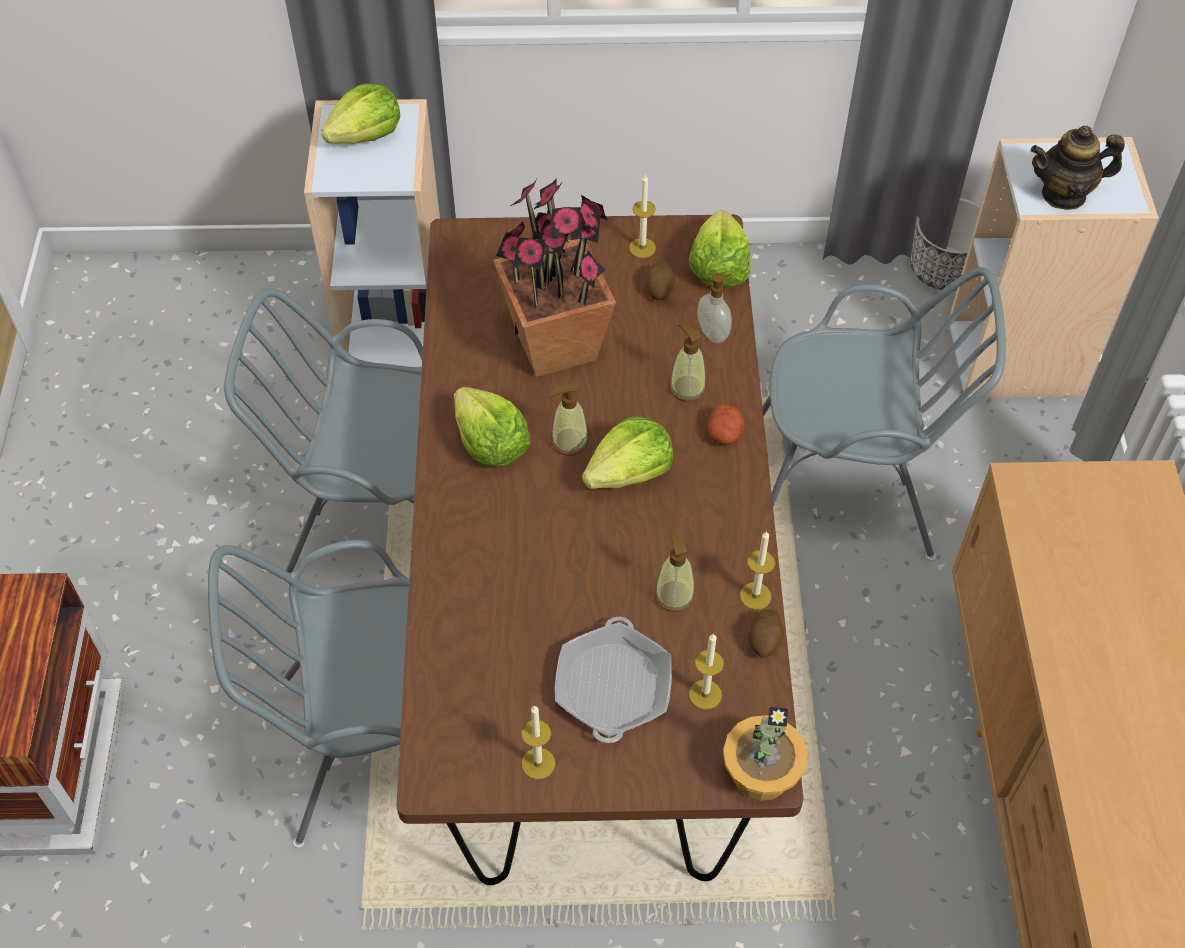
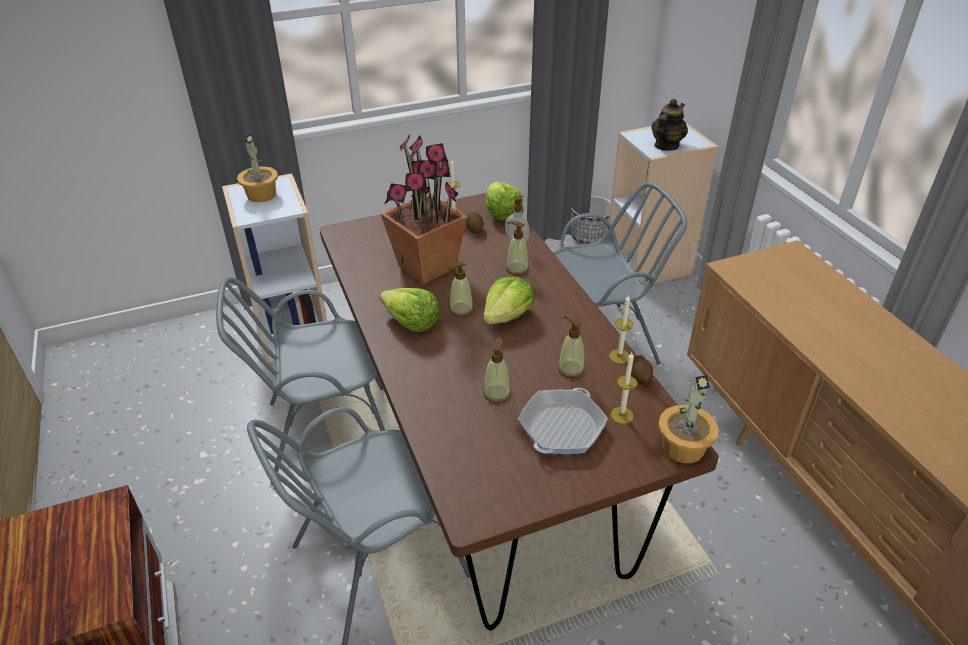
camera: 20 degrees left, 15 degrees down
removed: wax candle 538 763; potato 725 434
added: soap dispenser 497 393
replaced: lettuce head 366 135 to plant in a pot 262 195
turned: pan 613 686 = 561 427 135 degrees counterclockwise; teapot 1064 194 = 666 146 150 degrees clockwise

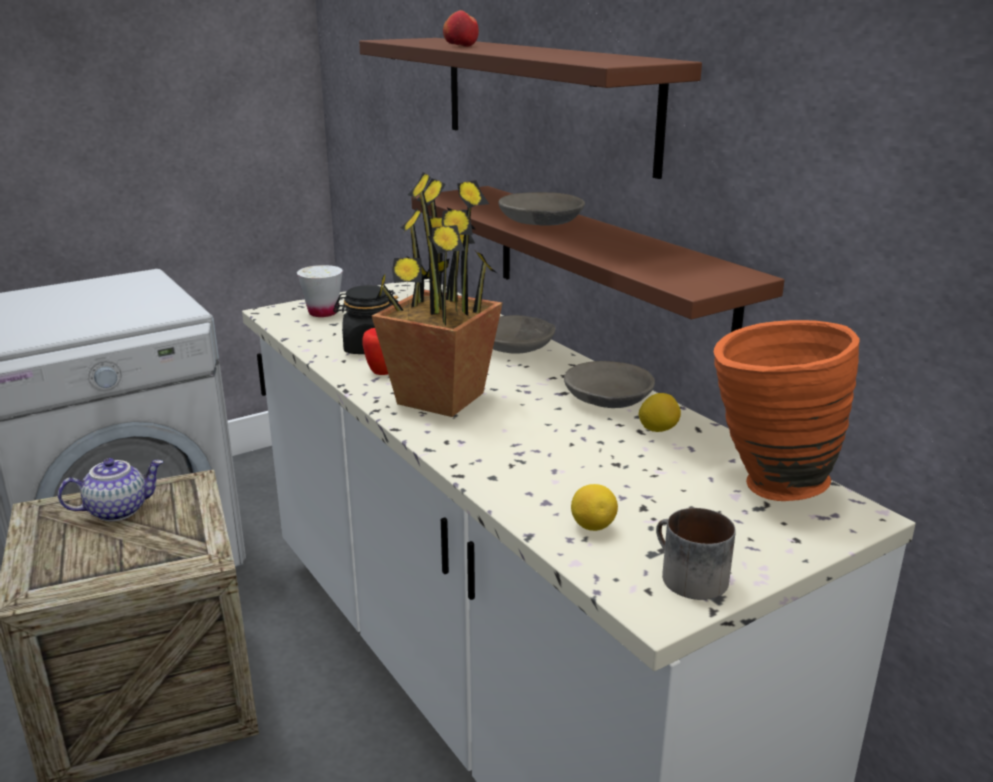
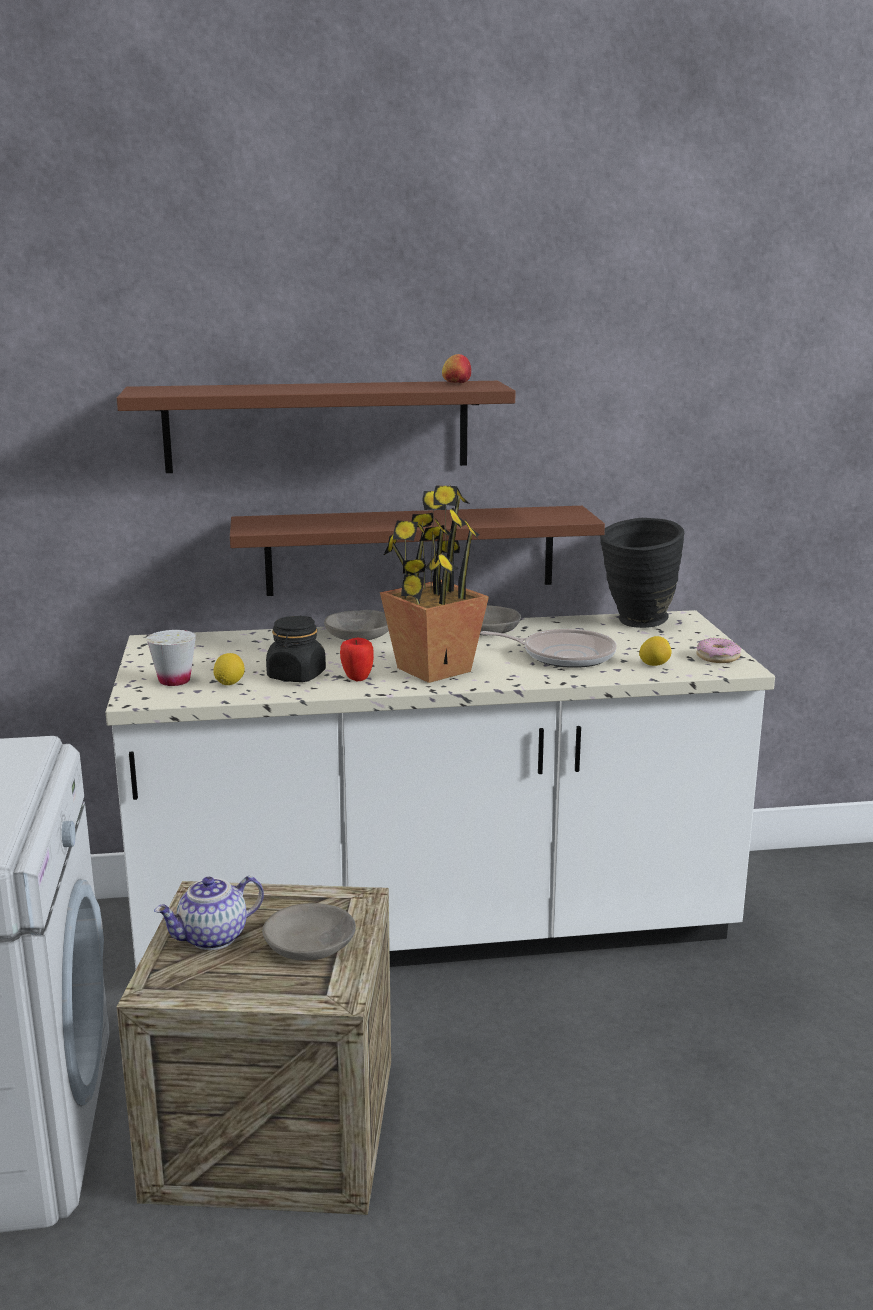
camera: 65 degrees left, 5 degrees down
added: pan 563 655
moved: whole lemon 658 429 to 229 683; deep dish/gray 541 221 to 311 945; apple 460 46 to 456 383
replaced: mug 686 576 to donut 718 657
recoloured: vase/orangey 765 484 to vase/blackish 637 624
turned: teapot 118 510 = 213 938 120 degrees counterclockwise

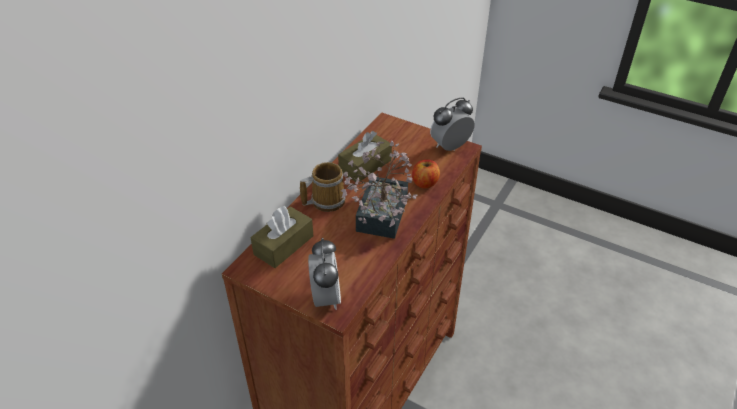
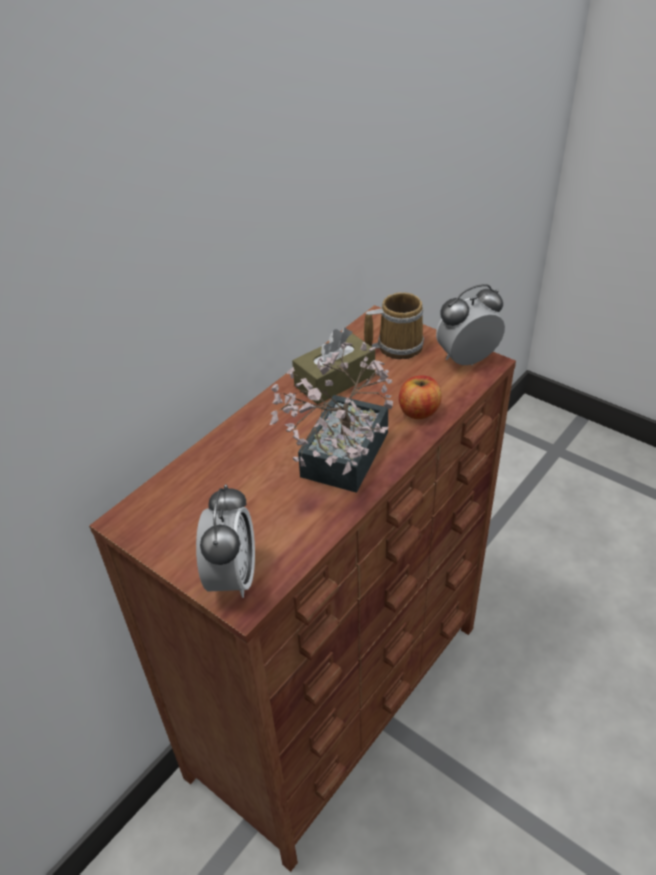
camera: 10 degrees right, 0 degrees up
removed: box of tissues/brownish 283 245
moved: mug 325 200 to 396 346

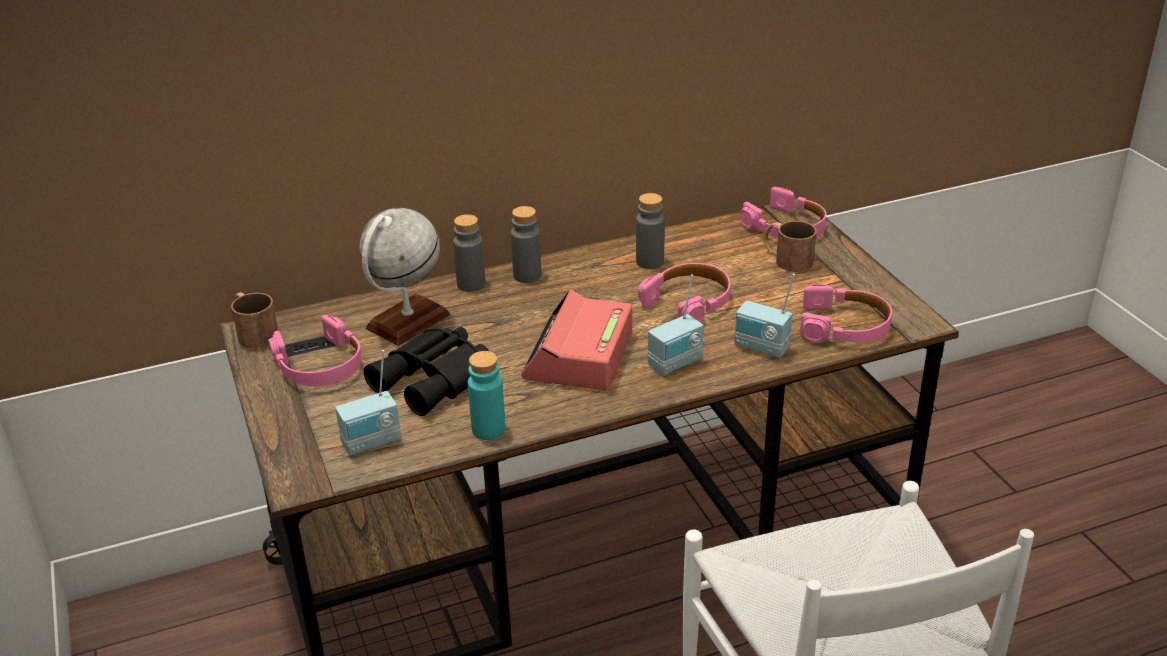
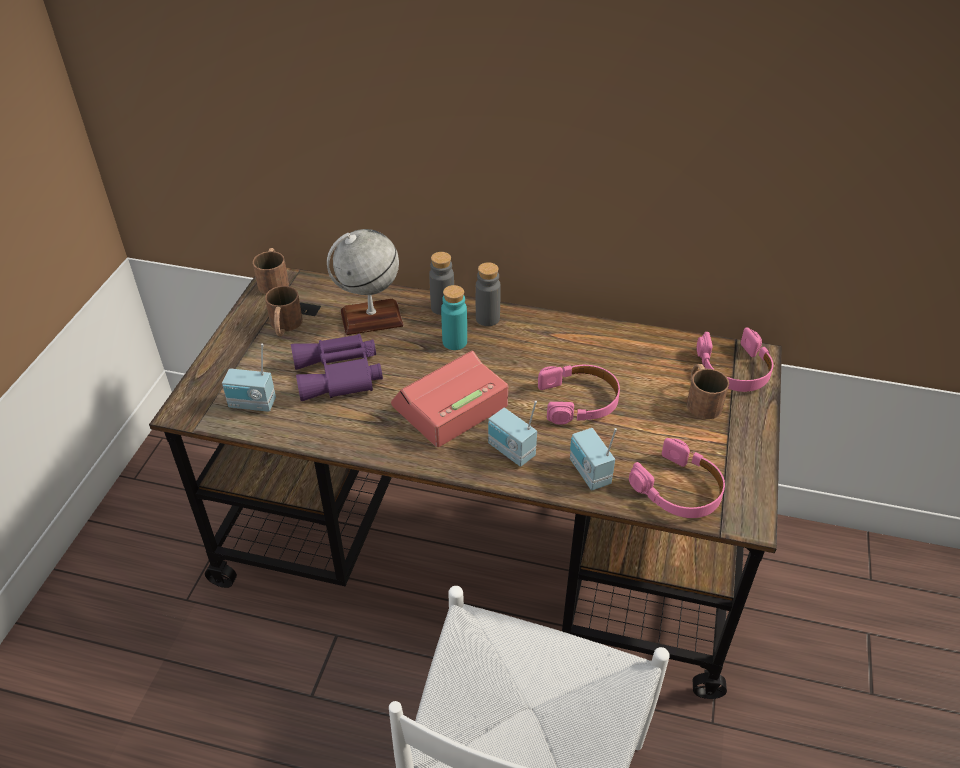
camera: 35 degrees right, 10 degrees up
removed: bottle/gray 650 262
moved: bottle/blue-green 488 429 to 454 342
replaced: headset/pinkish 320 365 to mug/brownish 284 326
recoloured: binoculars/blackish 436 379 to binoculars/purplish 339 375
turned: radio 676 364 = 510 451 45 degrees clockwise

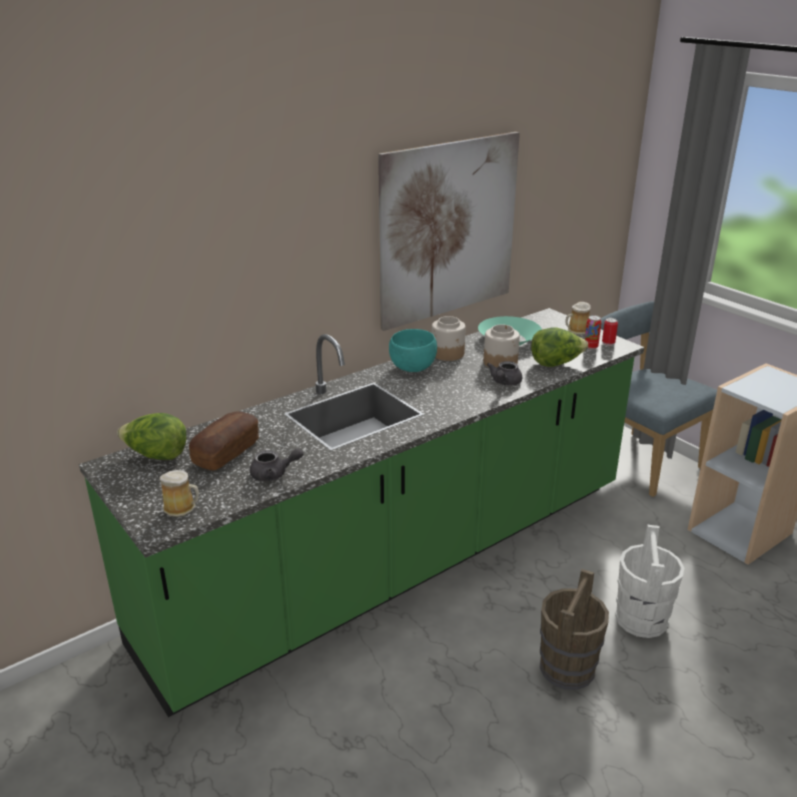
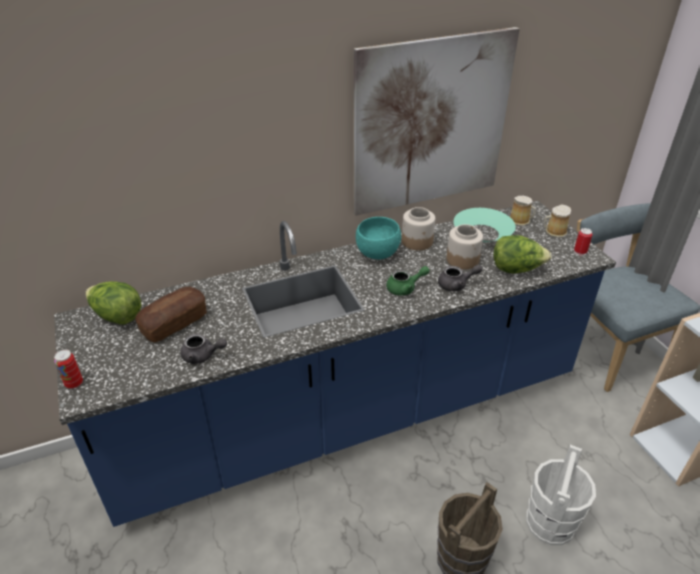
camera: 15 degrees right, 10 degrees up
added: teapot/green 405 288
moved: metal can 591 347 to 74 383; mug 181 507 to 520 220
recoloured: counter/green 398 563 to counter/blue-coloured 350 415
turned: teapot/gray 504 383 = 456 285 135 degrees counterclockwise

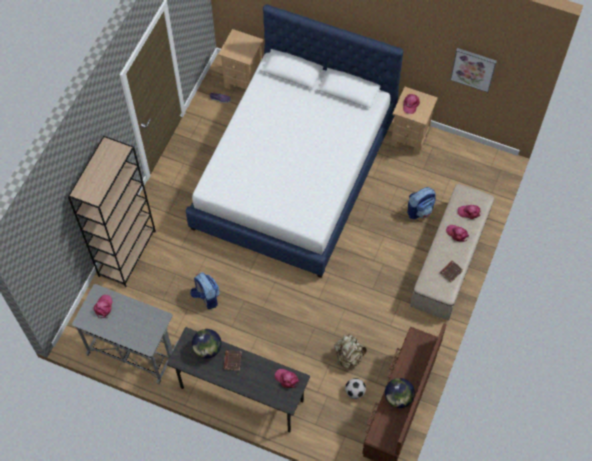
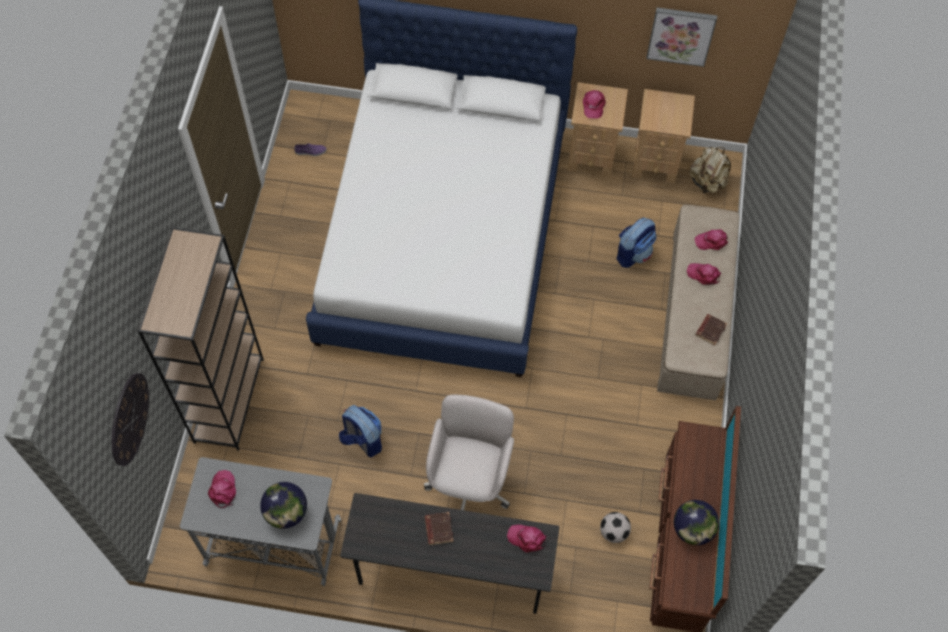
camera: 15 degrees left, 0 degrees up
added: hanging clock 129 419; computer chair/white-coloured 469 485
moved: world globe 207 349 to 286 513; bedside table/beige-coloured 243 81 to 655 163; backpack/beige-coloured 348 356 to 707 182

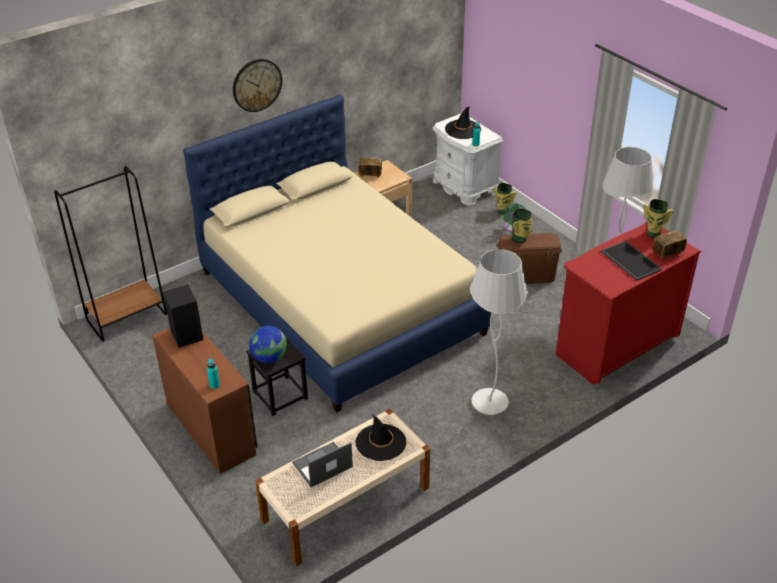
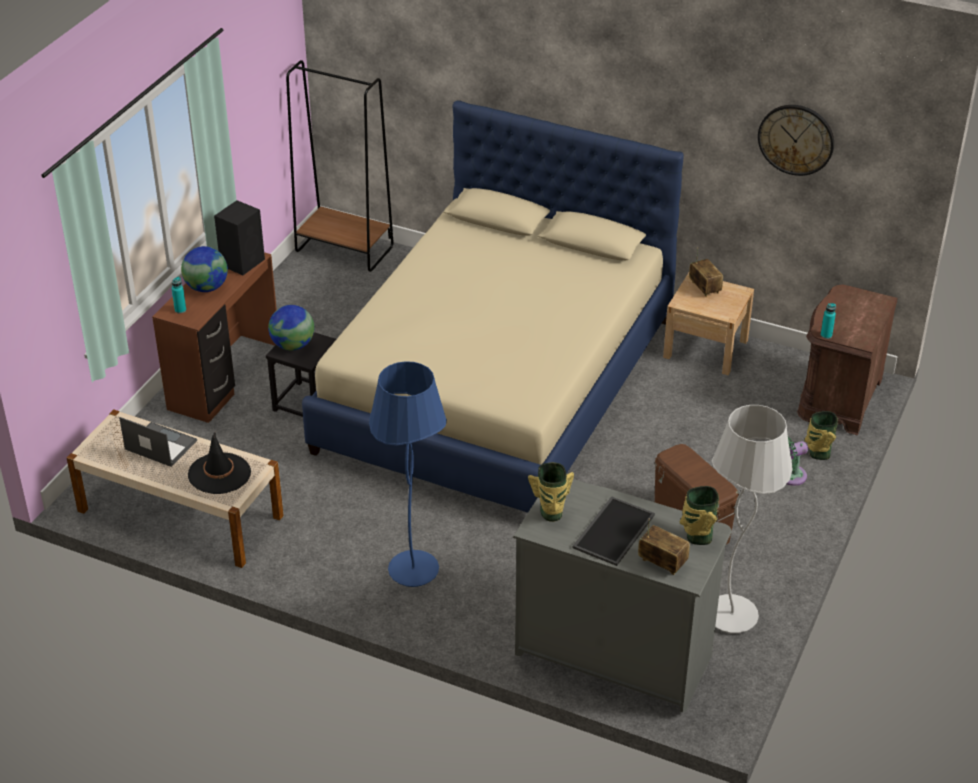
camera: 60 degrees right, 0 degrees up
removed: hat/blackish 463 129
added: world globe 206 287
moved: vase 520 239 to 551 514; hanging clock 257 85 to 796 139
recoloured: standing lamp/white-coloured 489 403 to standing lamp/blue-coloured 413 571; drawer chest/red-coloured 615 346 to drawer chest/gray 614 656; bedside table/white-coloured 463 187 to bedside table/brownish 837 398

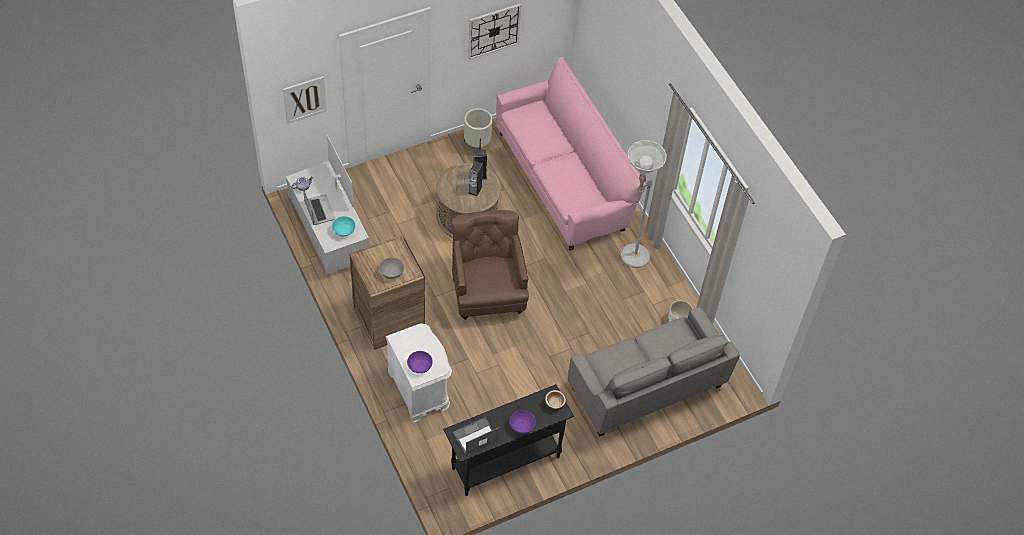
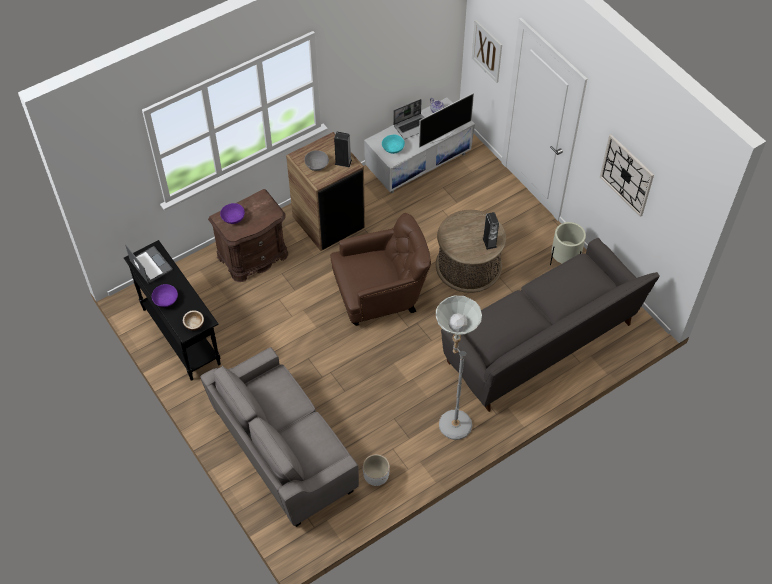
camera: 85 degrees right, 0 degrees up
moved: speaker 475 189 to 343 162
recoloured: bedside table/white-coloured 420 388 to bedside table/brownish 255 257; sofa/pinkish 562 181 to sofa/gray 540 344

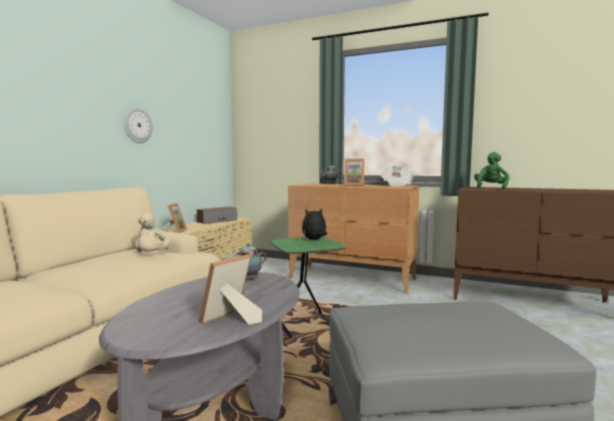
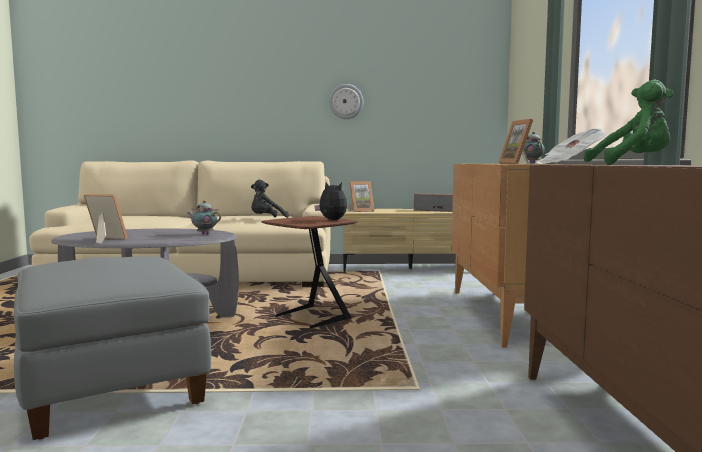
camera: 65 degrees right, 0 degrees up
recoloured: plush toy/beige-coloured 151 255 to plush toy/blackish 266 219; end table/green 306 326 to end table/brownish 311 318

